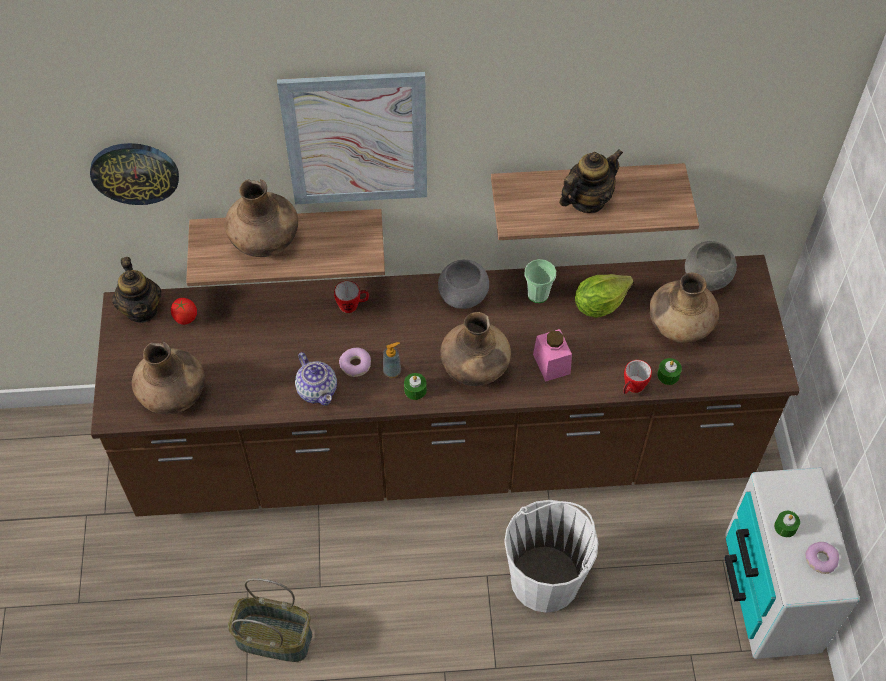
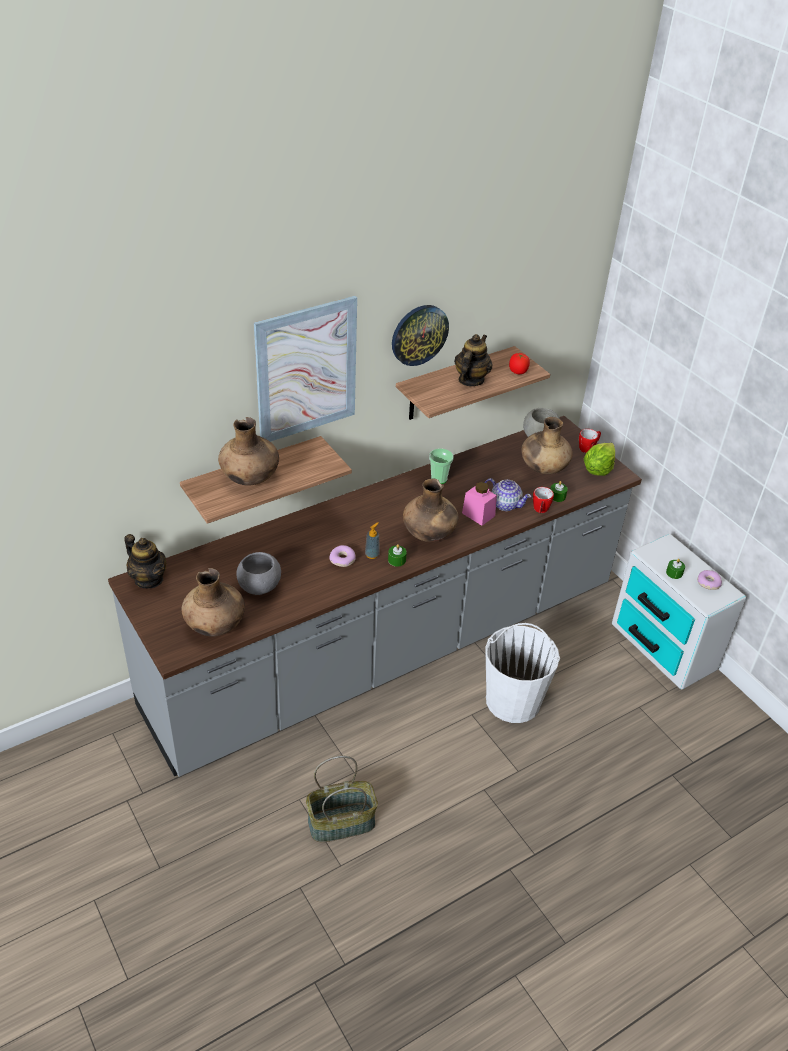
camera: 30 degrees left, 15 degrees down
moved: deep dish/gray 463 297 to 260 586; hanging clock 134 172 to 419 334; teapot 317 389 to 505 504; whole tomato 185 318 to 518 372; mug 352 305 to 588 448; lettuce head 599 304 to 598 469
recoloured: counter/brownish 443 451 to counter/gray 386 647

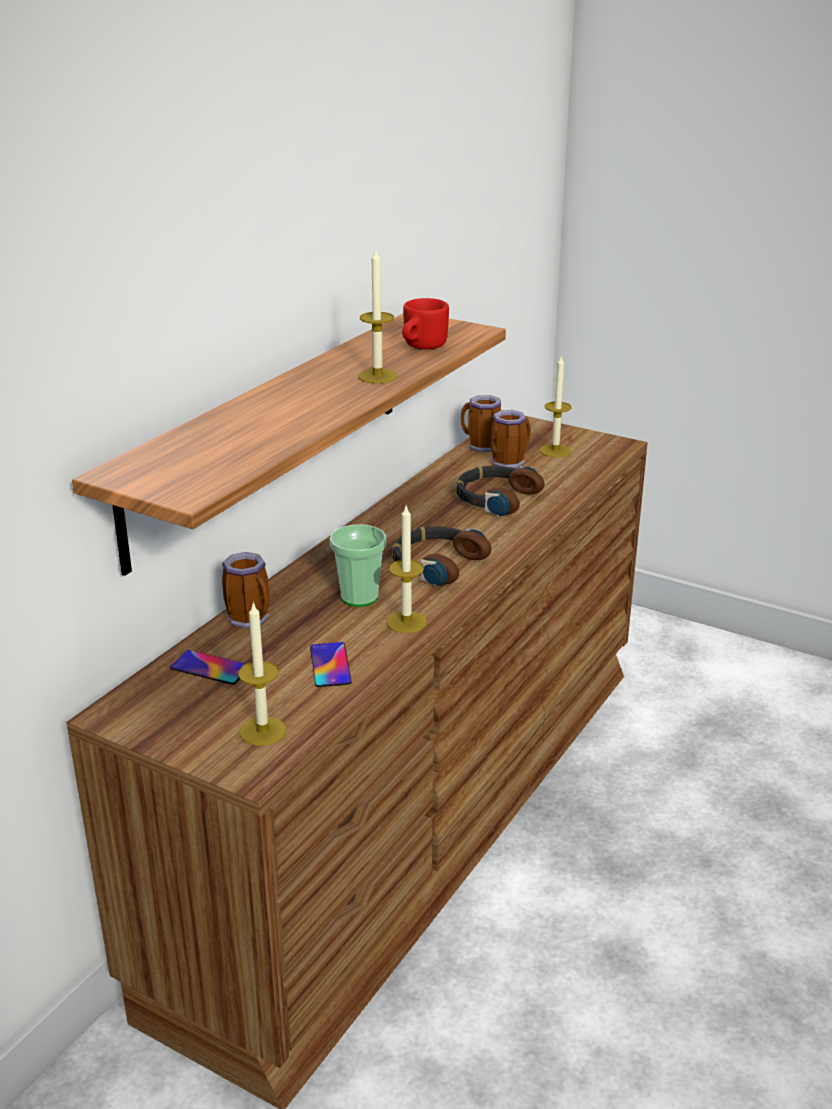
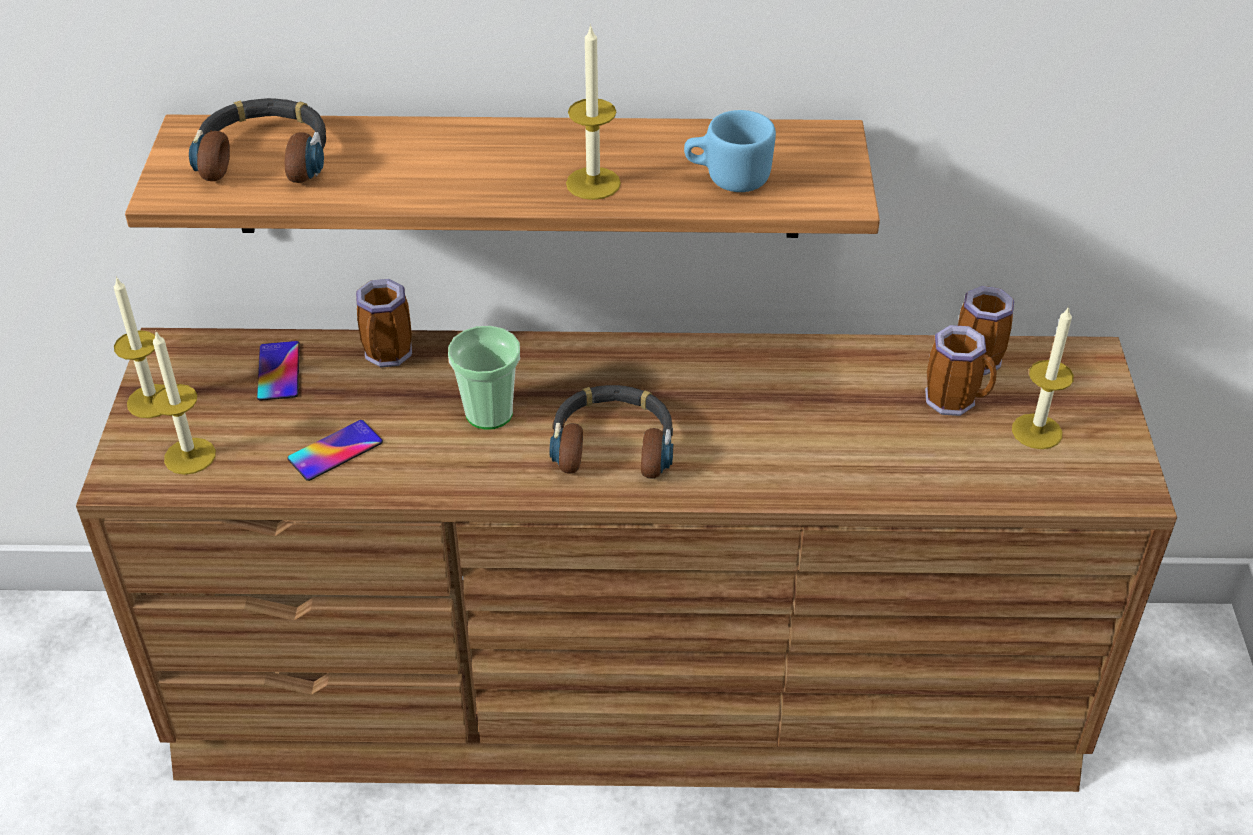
camera: 60 degrees right, 15 degrees up
moved: wax candle 406 622 to 152 401; headset 495 498 to 265 156
recoloured: mug/red-coloured 421 347 to mug/blue-coloured 727 178

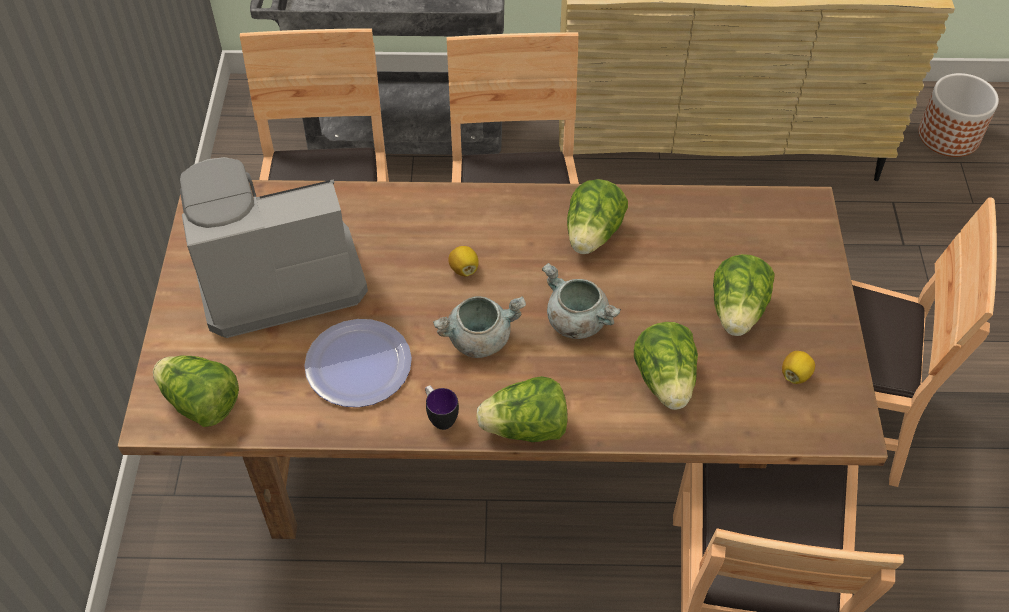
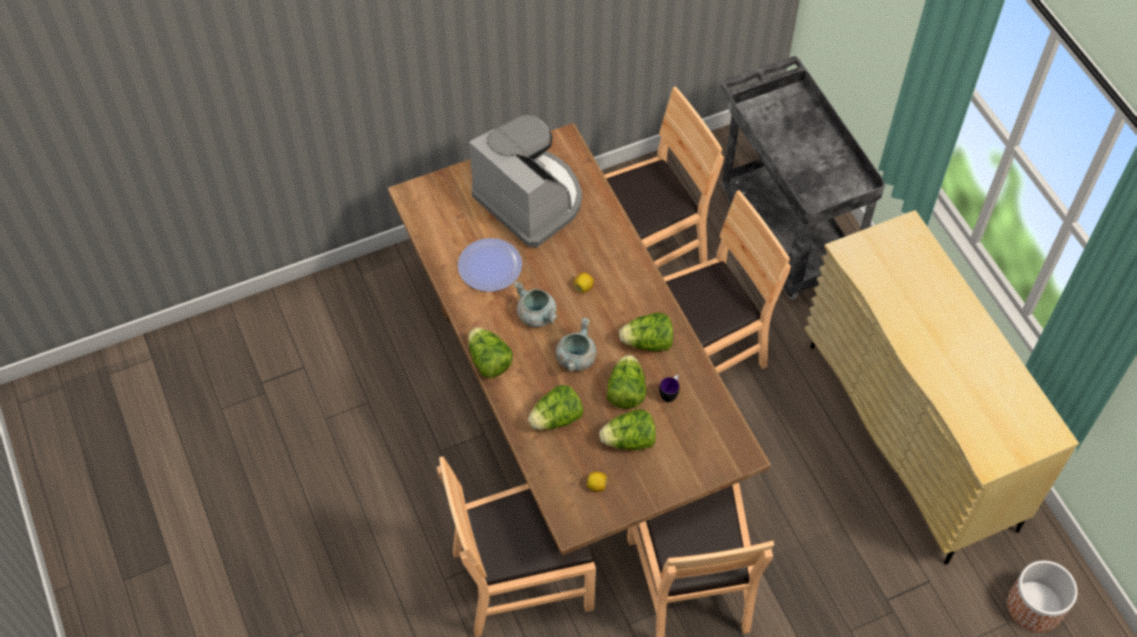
camera: 65 degrees right, 5 degrees up
moved: lettuce head 201 403 to 626 391; mug 440 417 to 670 394

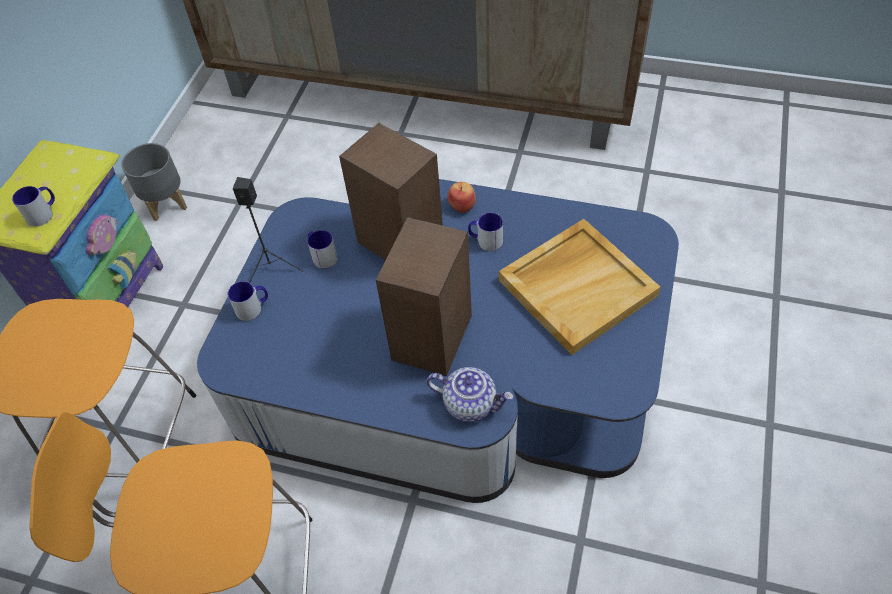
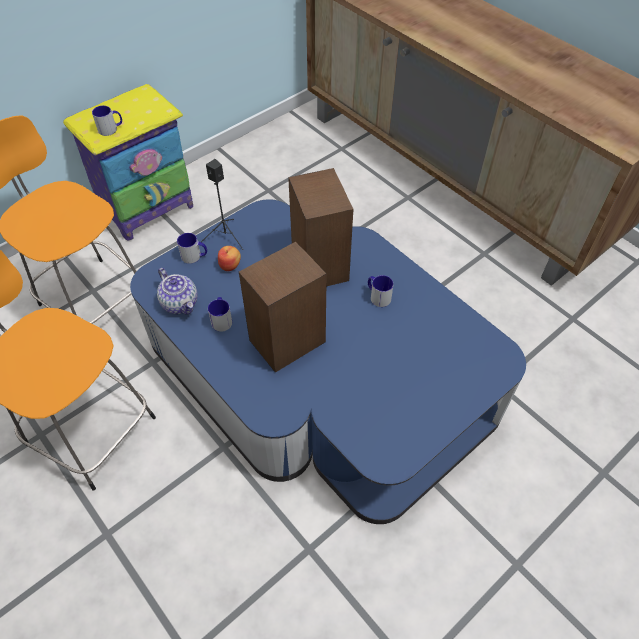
camera: 30 degrees right, 0 degrees up
removed: plant pot/gray 166 203; carrying tray/beige-coloured 577 287
moved: teapot 470 403 to 180 303; mug 322 256 to 221 319; apple 462 205 to 230 265

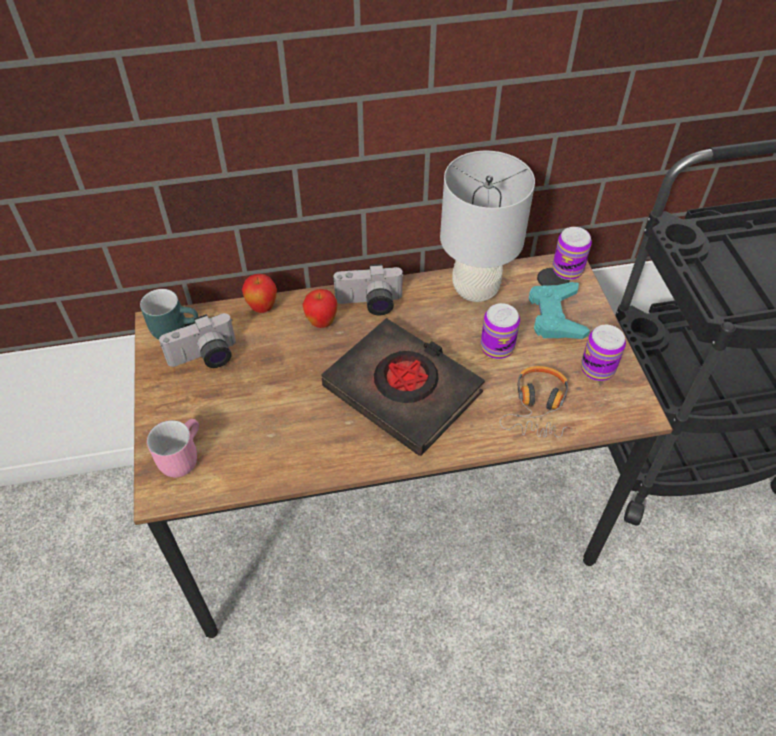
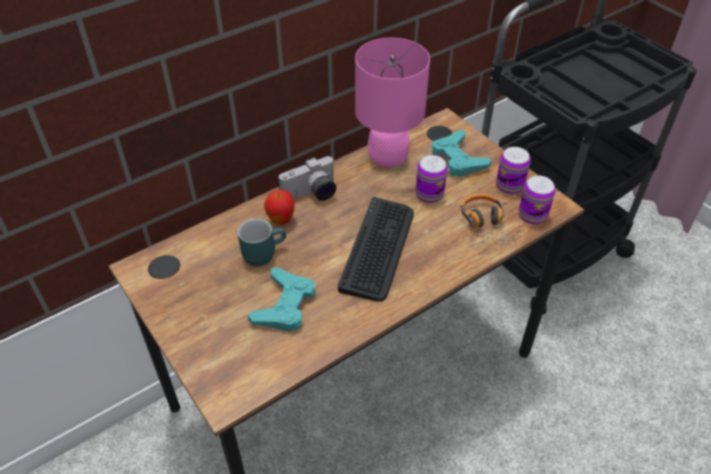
camera: 25 degrees left, 5 degrees down
removed: mug/pinkish 180 456; still camera 205 358; apple 262 308
added: game controller/blue-green 284 305
moved: mug/blue-green 174 327 to 263 252; metal can 567 270 to 532 215
replaced: volume/blackish 403 390 to PC keyboard 378 249
recoloured: tabletop lamp/gray 474 291 to tabletop lamp/pinkish 387 160

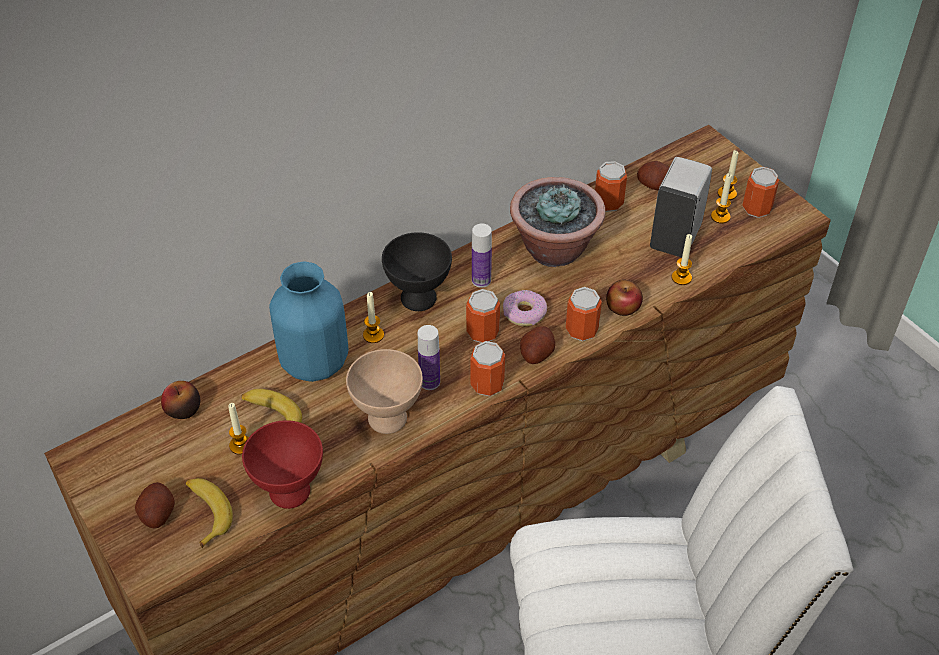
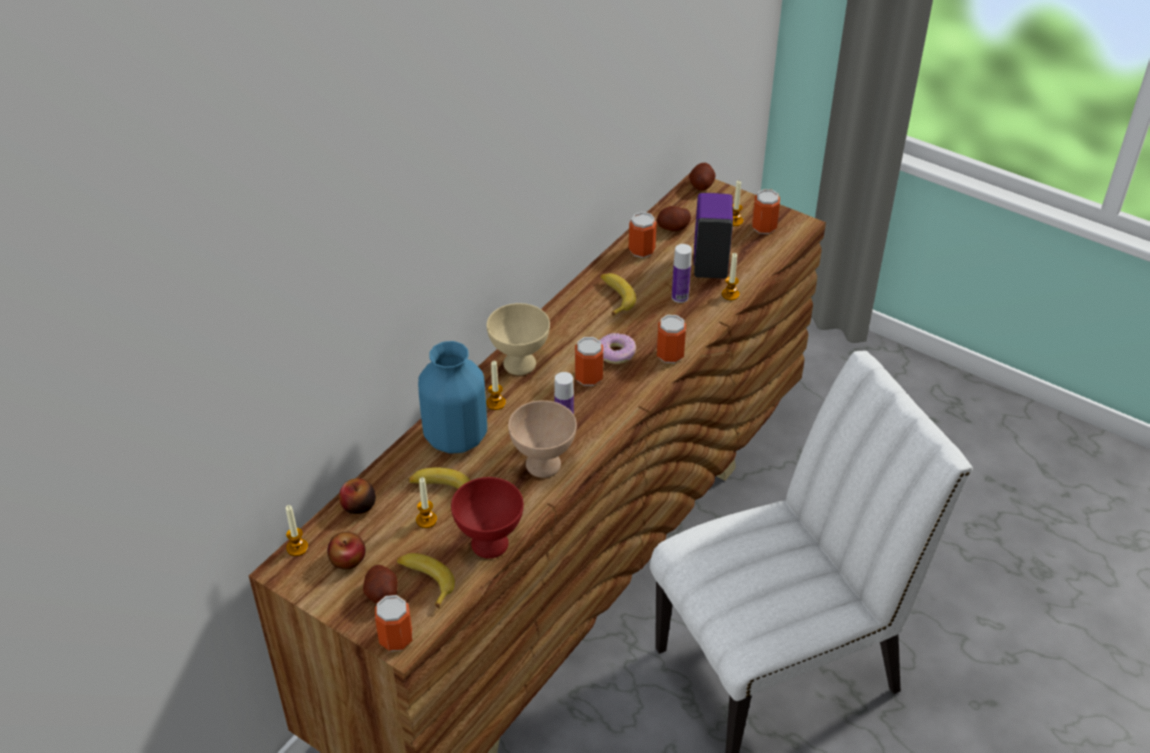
camera: 20 degrees left, 5 degrees down
moved: wax candle 720 217 to 297 548; apple 623 307 to 348 559; metal can 487 384 to 396 638; bottle 481 280 to 680 297; potato 536 354 to 701 185
replaced: plant in a pot 554 249 to whole banana 615 297
recoloured: deep dish/blackish 419 297 to deep dish/beige-coloured 519 363; soap dispenser/white-coloured 675 237 to soap dispenser/purplish 710 264

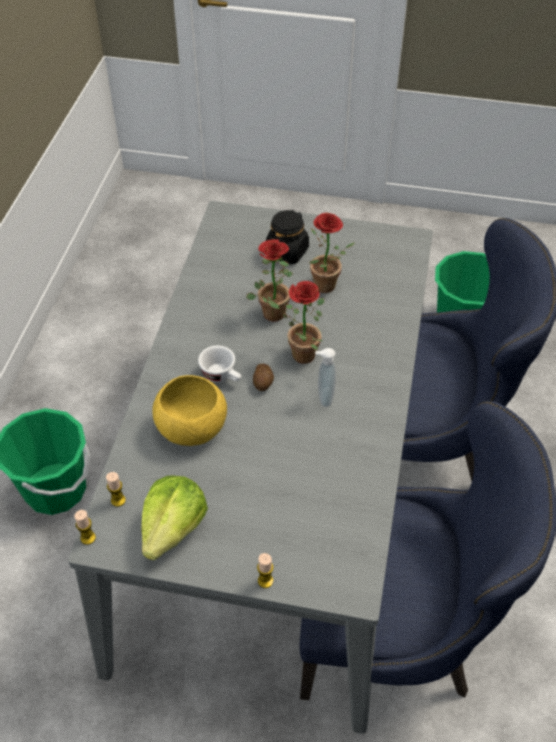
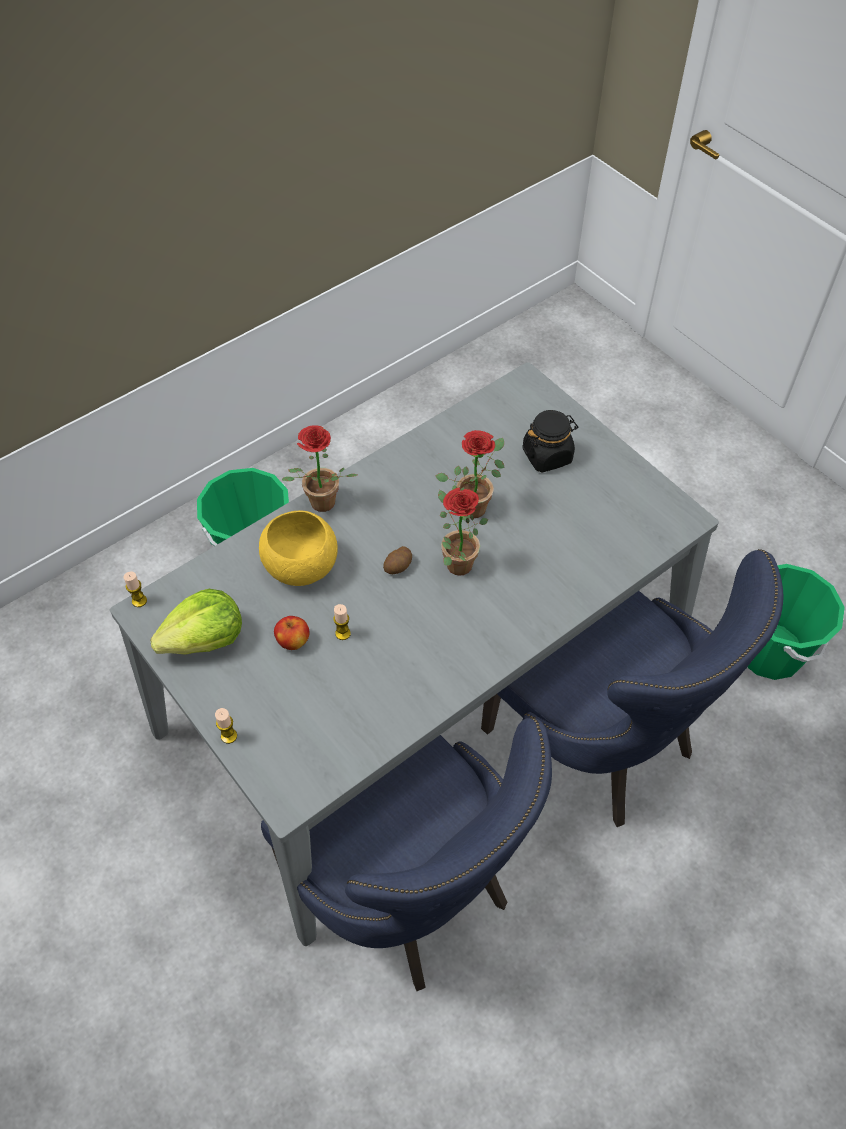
camera: 40 degrees right, 5 degrees up
removed: cup/white-coloured 222 376; soap dispenser 323 397
added: apple 293 641
moved: plant in a pot 326 289 to 319 506; wax candle 118 500 to 343 633

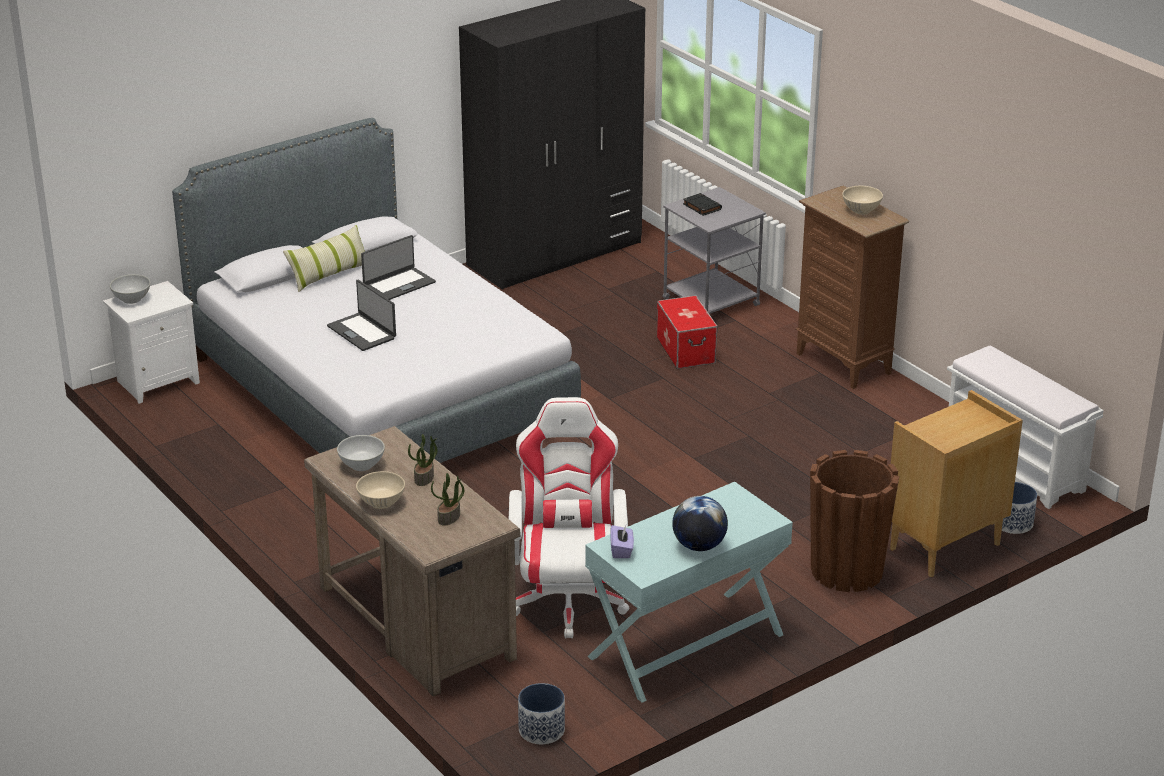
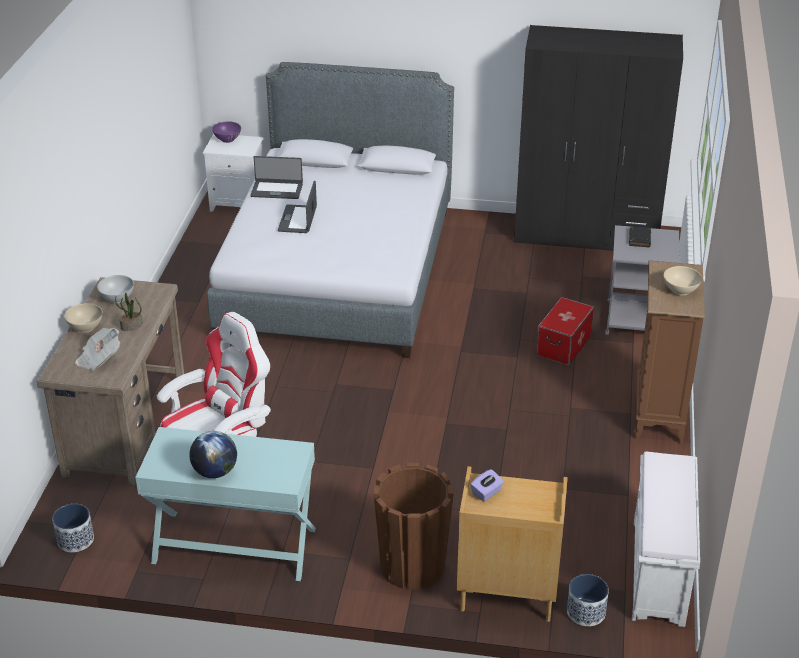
camera: 45 degrees right, 5 degrees up
removed: pillow 329 274
moved: laptop 398 284 to 277 190; box of tissues/purplish 621 550 to 487 492
replaced: plant in a pot 449 518 to newspaper 99 359
recoloured: deep dish/white-coloured 131 299 to deep dish/purplish 227 139

